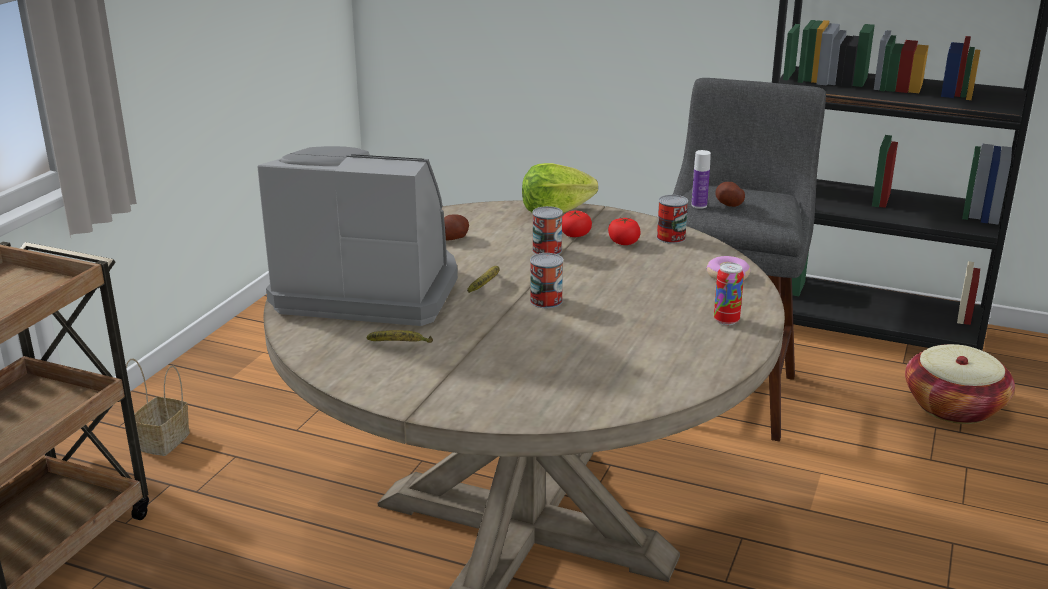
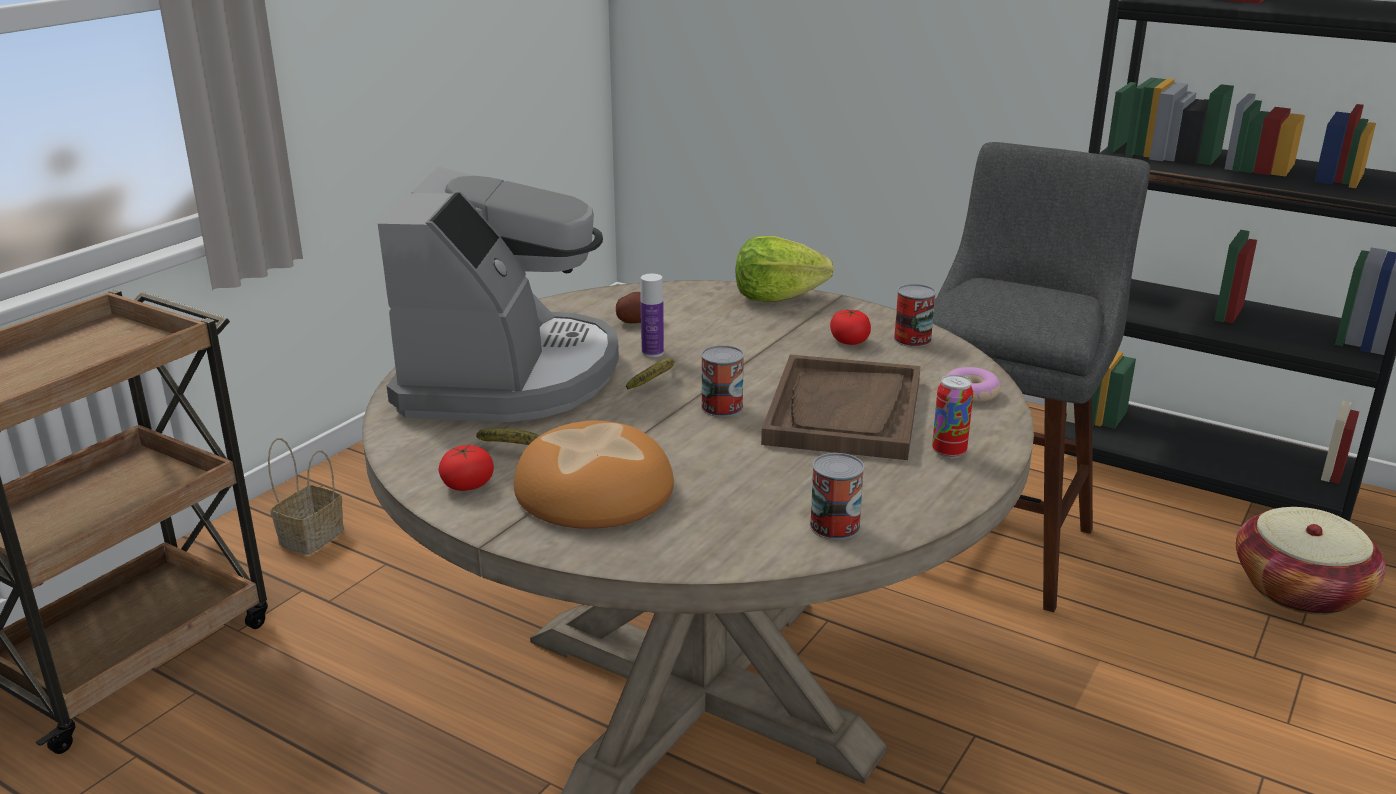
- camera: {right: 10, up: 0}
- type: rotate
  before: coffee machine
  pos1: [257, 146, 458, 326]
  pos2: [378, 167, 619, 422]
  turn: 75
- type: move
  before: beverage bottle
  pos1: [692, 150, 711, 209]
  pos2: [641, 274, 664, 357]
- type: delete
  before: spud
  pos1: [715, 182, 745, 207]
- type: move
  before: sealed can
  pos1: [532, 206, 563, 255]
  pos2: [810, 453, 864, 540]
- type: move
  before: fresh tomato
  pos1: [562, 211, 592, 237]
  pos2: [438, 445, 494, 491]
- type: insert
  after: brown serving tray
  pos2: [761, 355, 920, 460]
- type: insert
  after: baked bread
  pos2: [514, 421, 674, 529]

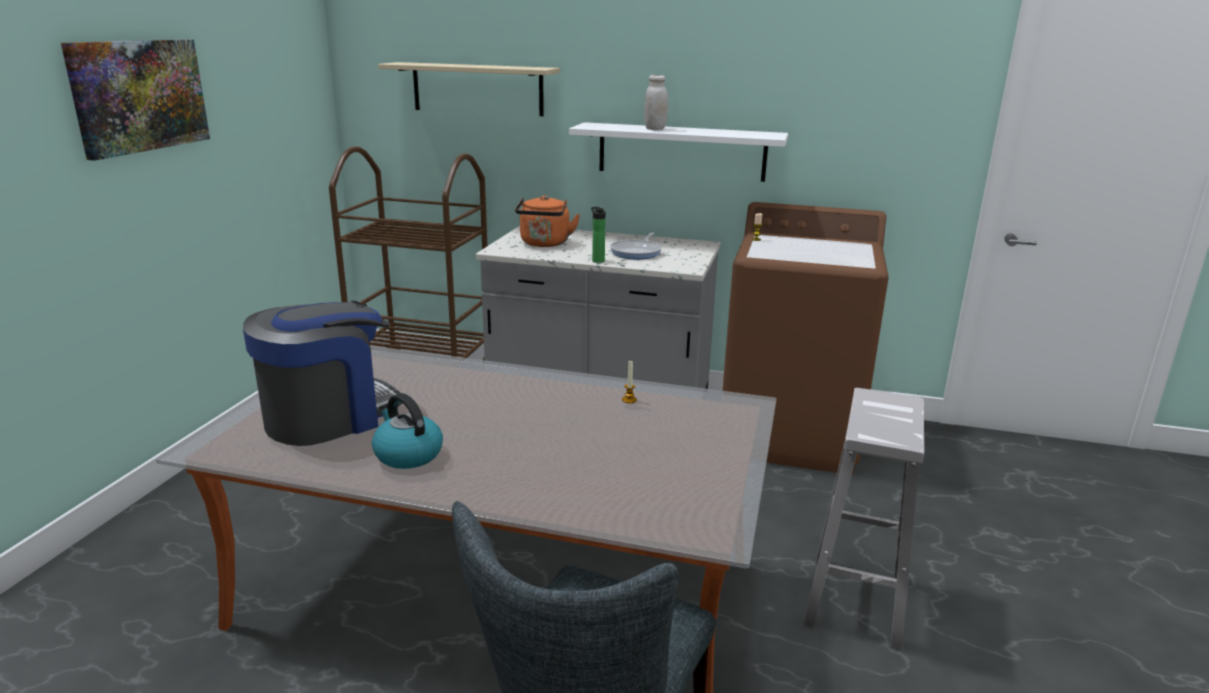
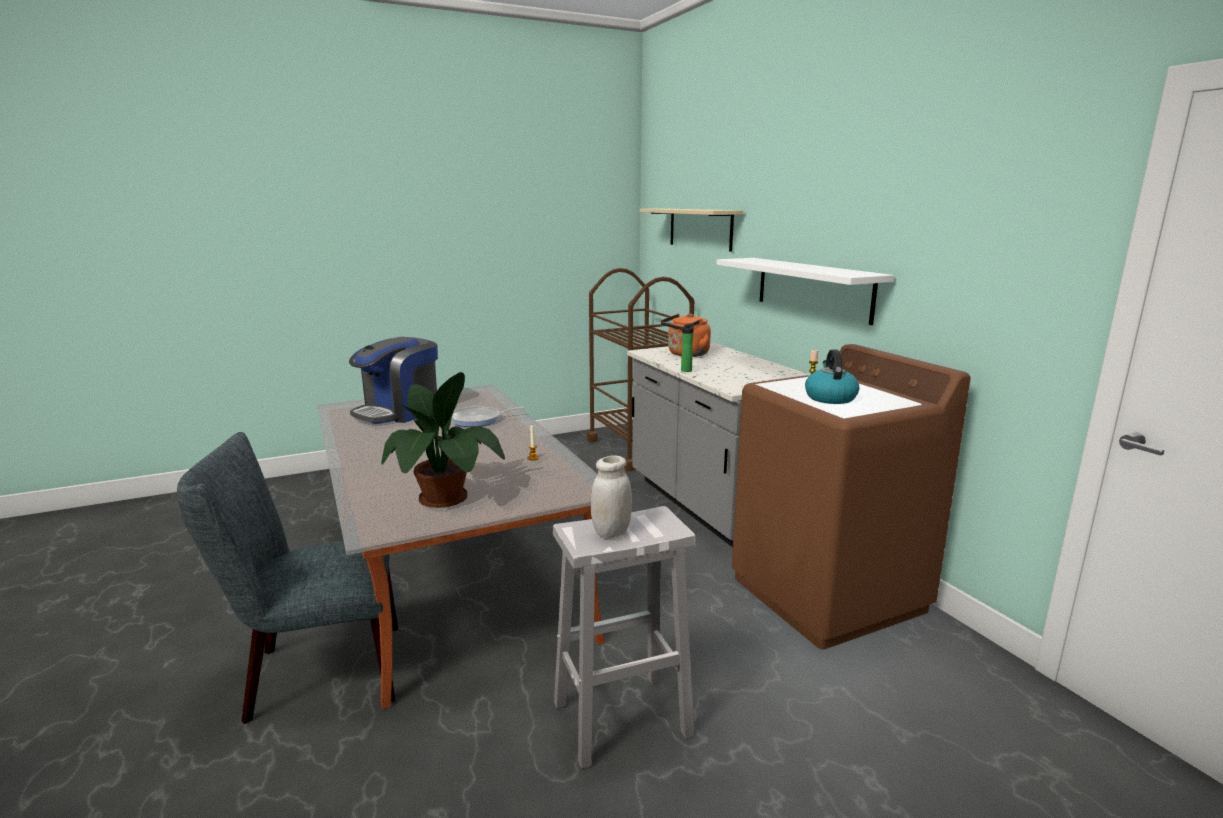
- camera: {right: 50, up: -5}
- type: delete
  before: picture
  pos1: [61, 39, 210, 161]
- type: move
  before: white storage jar
  pos1: [644, 75, 668, 130]
  pos2: [591, 455, 632, 539]
- type: move
  before: pan
  pos1: [610, 232, 662, 259]
  pos2: [451, 406, 525, 427]
- type: rotate
  before: coffee machine
  pos1: [243, 301, 402, 446]
  pos2: [349, 337, 438, 424]
  turn: 120
- type: move
  before: kettle
  pos1: [372, 393, 443, 469]
  pos2: [805, 349, 859, 404]
- type: insert
  after: potted plant
  pos2: [381, 372, 505, 508]

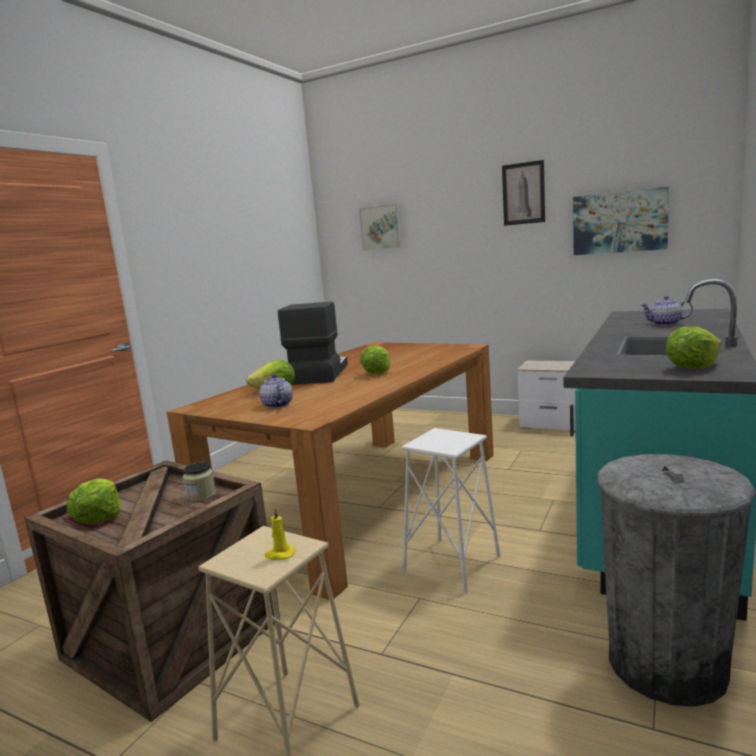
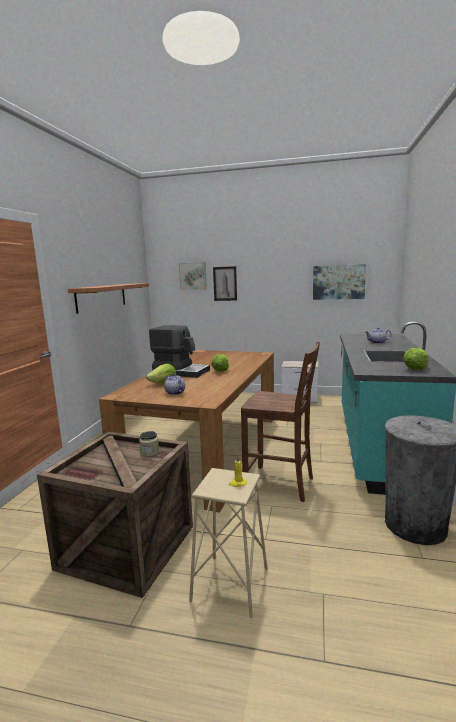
- camera: {right: -15, up: 0}
- type: move
  before: picture
  pos1: [502, 160, 545, 226]
  pos2: [213, 266, 237, 301]
- type: rotate
  before: coffee machine
  pos1: [278, 301, 348, 384]
  pos2: [149, 325, 210, 378]
  turn: 120
- type: replace
  before: white stool seat
  after: brown upright chair
  pos1: [402, 428, 501, 593]
  pos2: [241, 342, 320, 502]
- type: delete
  before: head of lettuce
  pos1: [67, 478, 122, 524]
- type: insert
  after: shelf
  pos2: [68, 283, 149, 314]

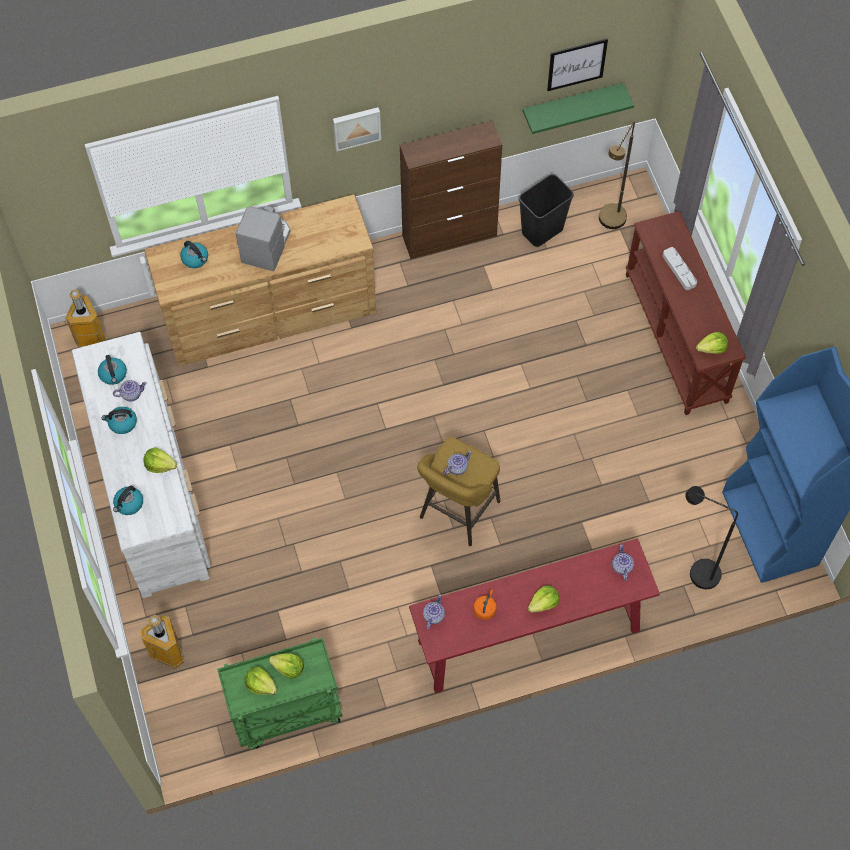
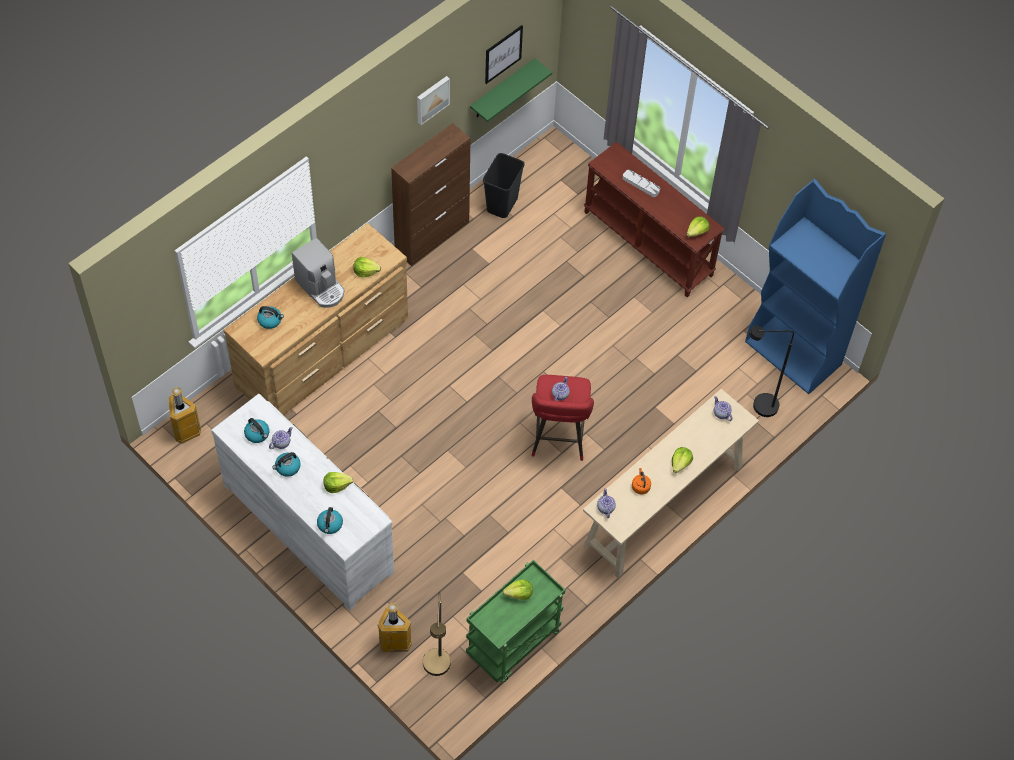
- camera: {right: -30, up: -5}
- type: move
  before: picture
  pos1: [333, 107, 381, 151]
  pos2: [417, 76, 450, 125]
- type: move
  before: brown standard lamp
  pos1: [599, 122, 635, 229]
  pos2: [423, 592, 451, 676]
- type: rotate
  before: coffee machine
  pos1: [236, 206, 291, 271]
  pos2: [292, 237, 344, 308]
  turn: 150
- type: recolor
  before: yellow-coloured stool seat
  after: red-coloured stool seat
  pos1: [417, 437, 500, 546]
  pos2: [531, 375, 594, 461]
- type: recolor
  before: red-coloured hall table
  after: beige-coloured hall table
  pos1: [409, 538, 660, 693]
  pos2: [583, 389, 759, 578]
- type: move
  before: head of lettuce
  pos1: [245, 667, 277, 695]
  pos2: [353, 257, 381, 277]

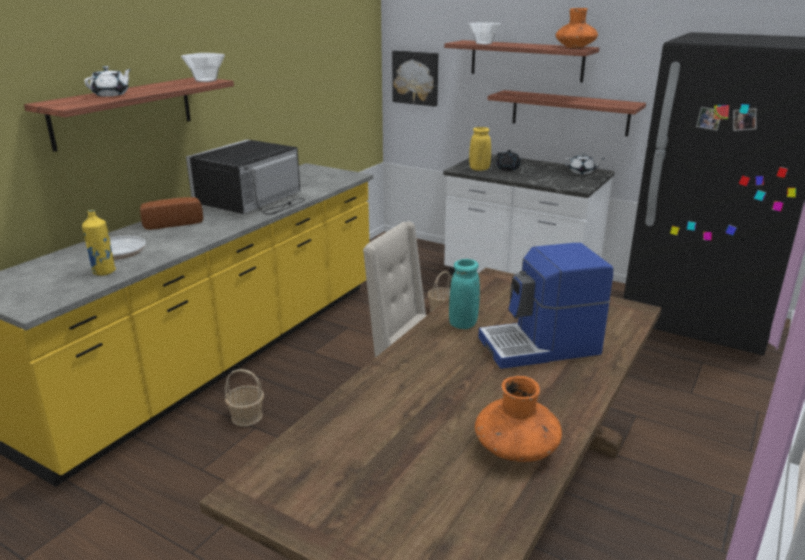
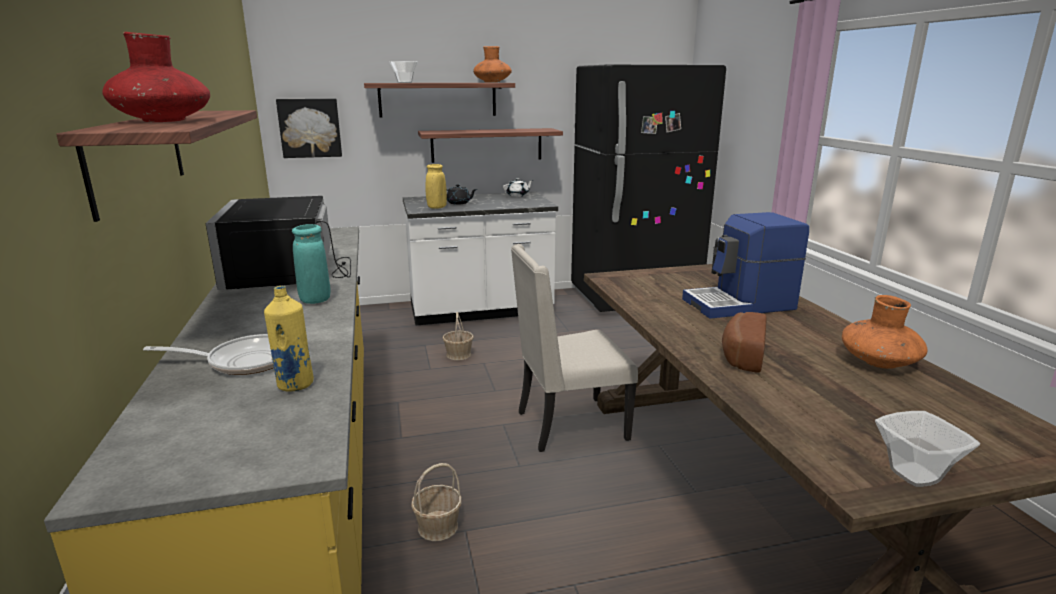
- camera: {right: -45, up: -5}
- type: move
  before: bowl
  pos1: [181, 53, 225, 82]
  pos2: [875, 411, 980, 487]
- type: replace
  before: white teapot
  after: red-coloured decorative vase
  pos1: [84, 66, 131, 97]
  pos2: [102, 32, 210, 122]
- type: move
  before: baked bread
  pos1: [140, 197, 203, 230]
  pos2: [722, 312, 767, 372]
- type: rotate
  before: coffee machine
  pos1: [478, 243, 613, 369]
  pos2: [682, 212, 809, 319]
  turn: 45
- type: move
  before: blue-green decorative vase
  pos1: [449, 259, 480, 329]
  pos2: [292, 224, 330, 304]

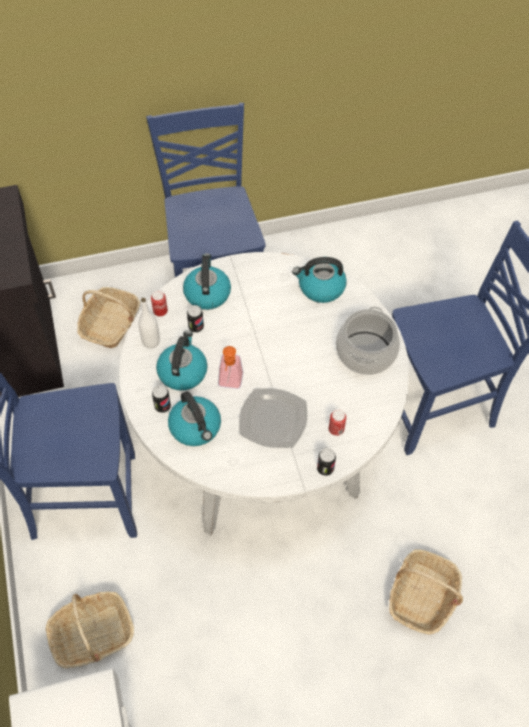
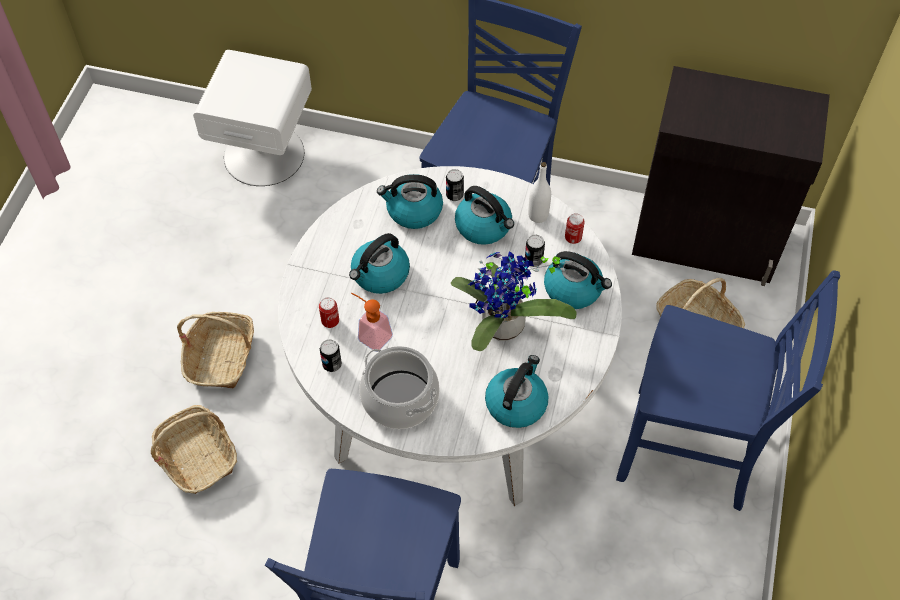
- camera: {right: 120, up: 0}
- type: move
  before: liquid soap bottle
  pos1: [218, 346, 243, 389]
  pos2: [351, 293, 393, 352]
- type: replace
  before: dinner plate
  after: kettle
  pos1: [239, 388, 307, 448]
  pos2: [349, 233, 410, 294]
- type: move
  before: sealed can
  pos1: [317, 448, 336, 476]
  pos2: [320, 339, 342, 372]
- type: move
  before: household basket
  pos1: [46, 592, 134, 668]
  pos2: [177, 312, 254, 389]
- type: insert
  after: potted plant
  pos2: [451, 251, 577, 351]

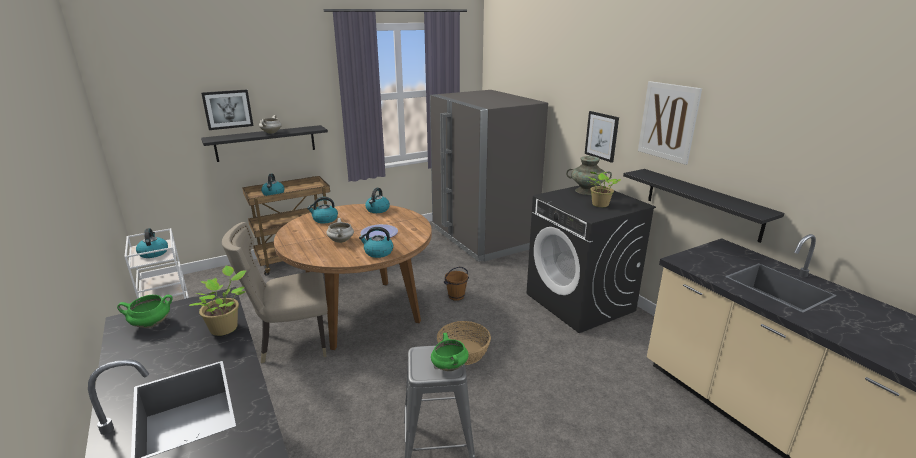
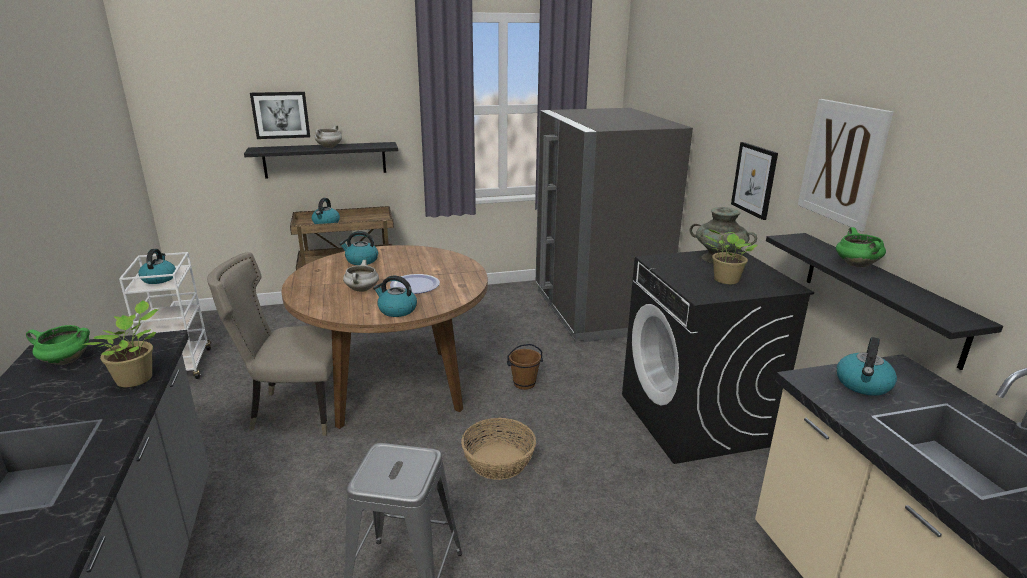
- camera: {right: 15, up: 0}
- type: move
  before: kettle
  pos1: [365, 188, 390, 213]
  pos2: [837, 337, 897, 396]
- type: move
  before: greenish cooking pot
  pos1: [431, 333, 469, 371]
  pos2: [836, 227, 886, 267]

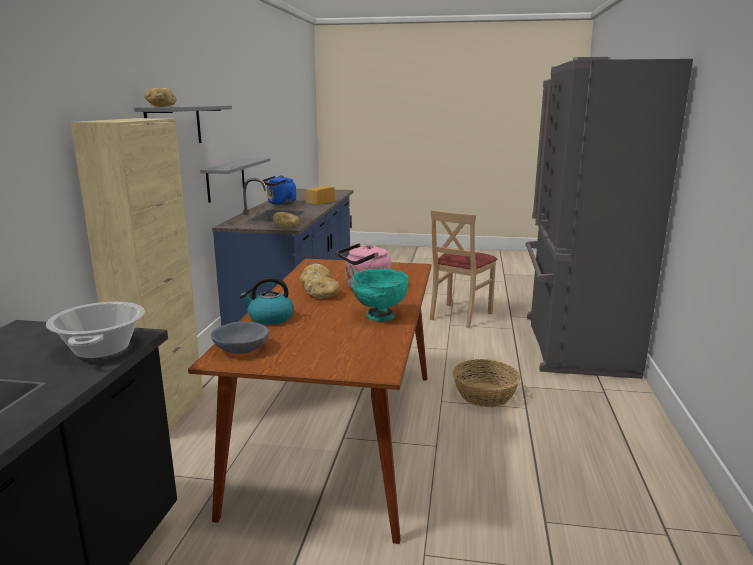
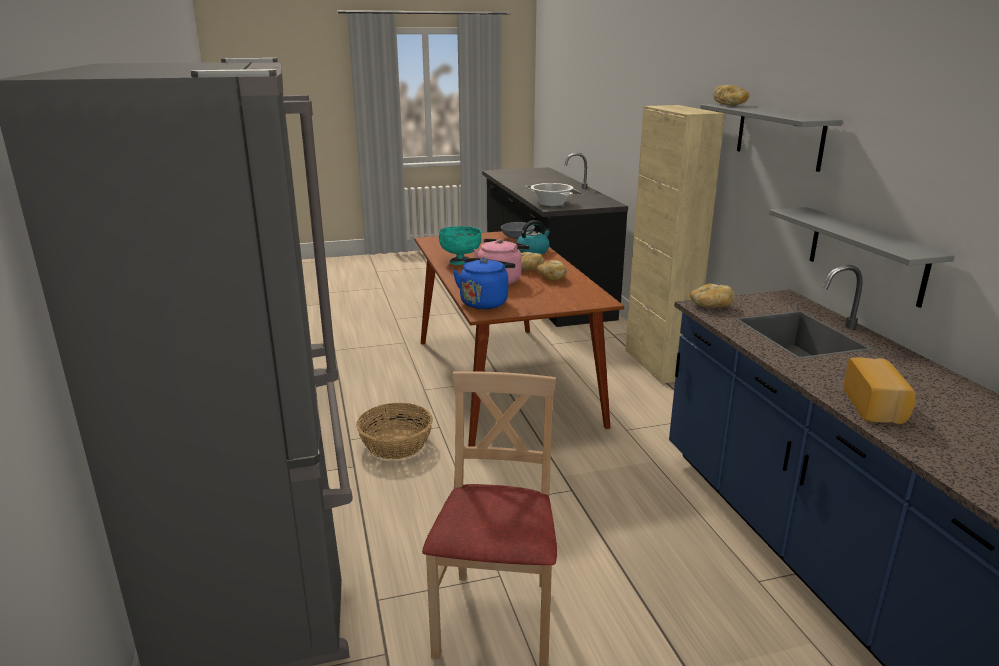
- camera: {right: 155, up: 5}
- type: move
  before: blue kettle
  pos1: [263, 175, 296, 205]
  pos2: [453, 258, 515, 309]

